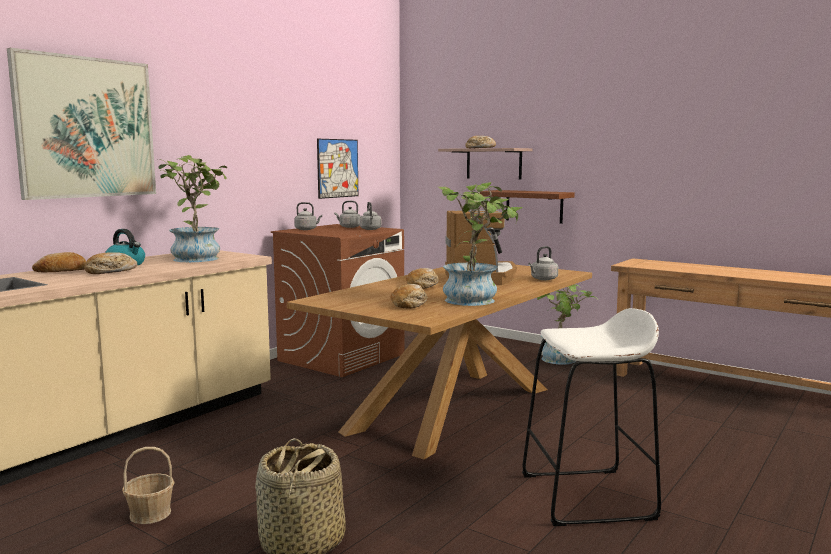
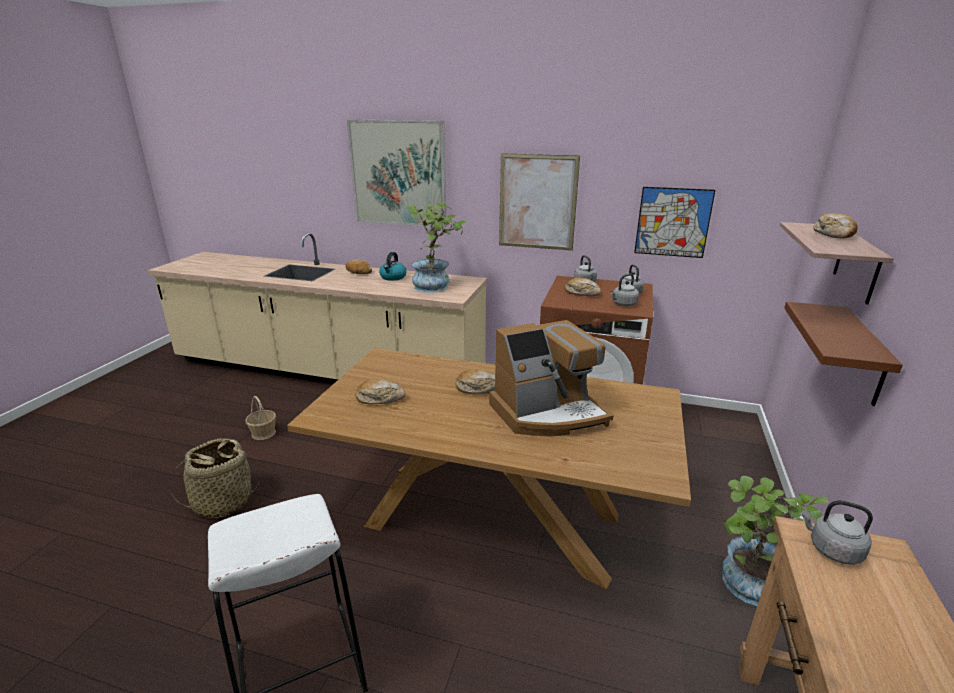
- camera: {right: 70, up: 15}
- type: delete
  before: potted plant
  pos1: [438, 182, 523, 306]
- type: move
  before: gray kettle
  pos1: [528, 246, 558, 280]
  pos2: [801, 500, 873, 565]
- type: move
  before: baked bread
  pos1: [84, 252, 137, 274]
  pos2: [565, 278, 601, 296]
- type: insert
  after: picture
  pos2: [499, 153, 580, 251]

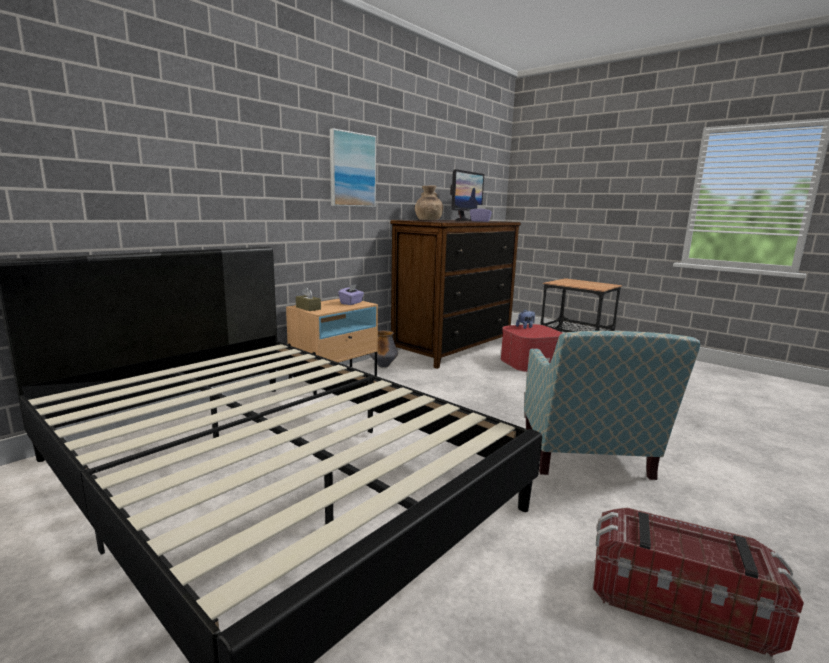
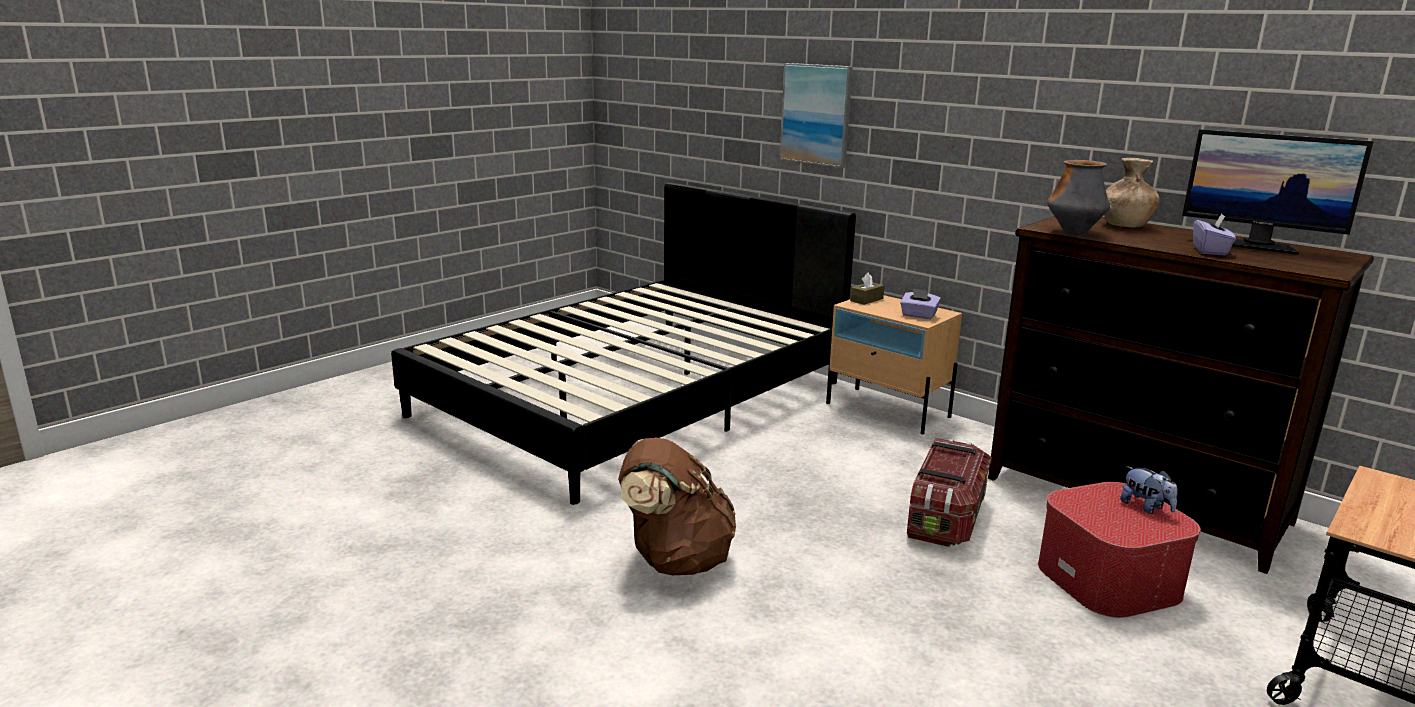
- camera: {right: 90, up: 5}
- type: move
  before: picture
  pos1: [330, 128, 376, 207]
  pos2: [780, 63, 853, 168]
- type: move
  before: decorative vase
  pos1: [369, 330, 398, 368]
  pos2: [1047, 160, 1110, 234]
- type: replace
  before: easy chair
  after: brown knapsack
  pos1: [524, 331, 700, 480]
  pos2: [618, 437, 736, 575]
- type: move
  before: storage bin
  pos1: [593, 508, 804, 657]
  pos2: [907, 438, 992, 547]

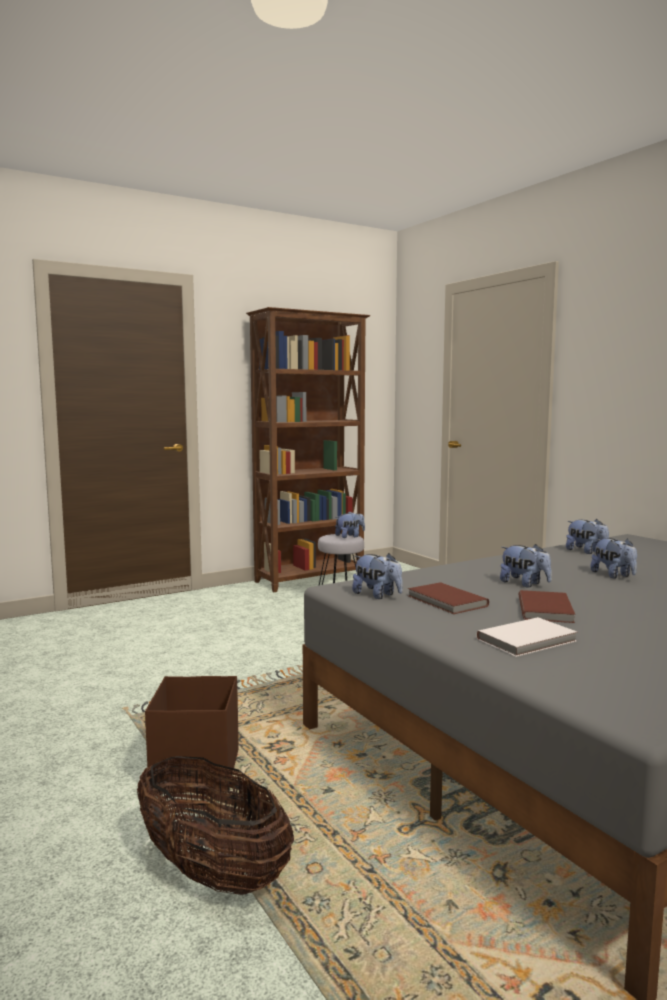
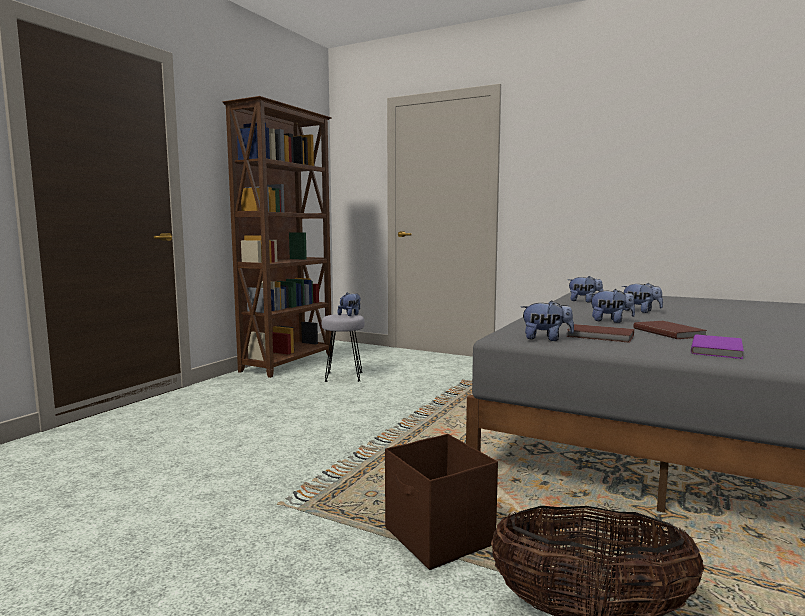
- camera: {right: -30, up: 0}
- type: recolor
  before: white book
  after: purplish book
  pos1: [477, 617, 577, 657]
  pos2: [691, 334, 744, 359]

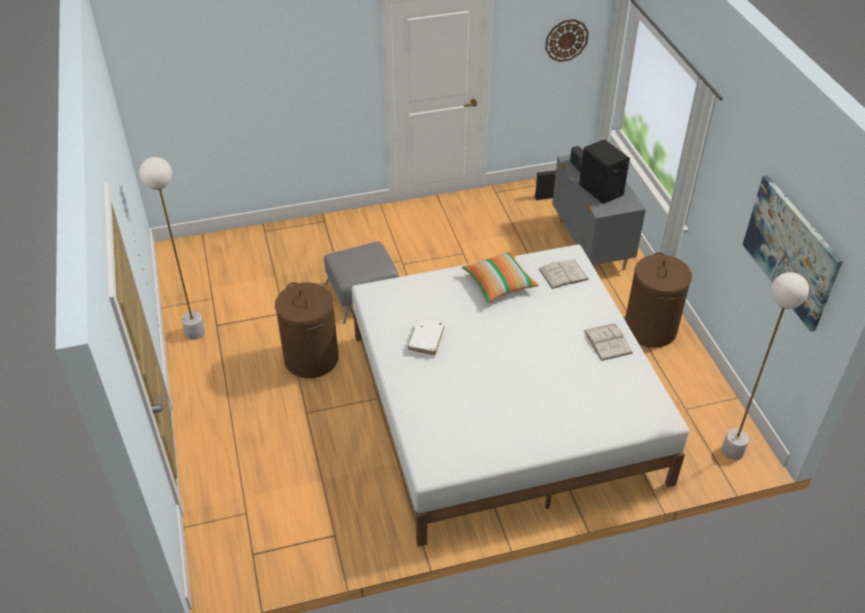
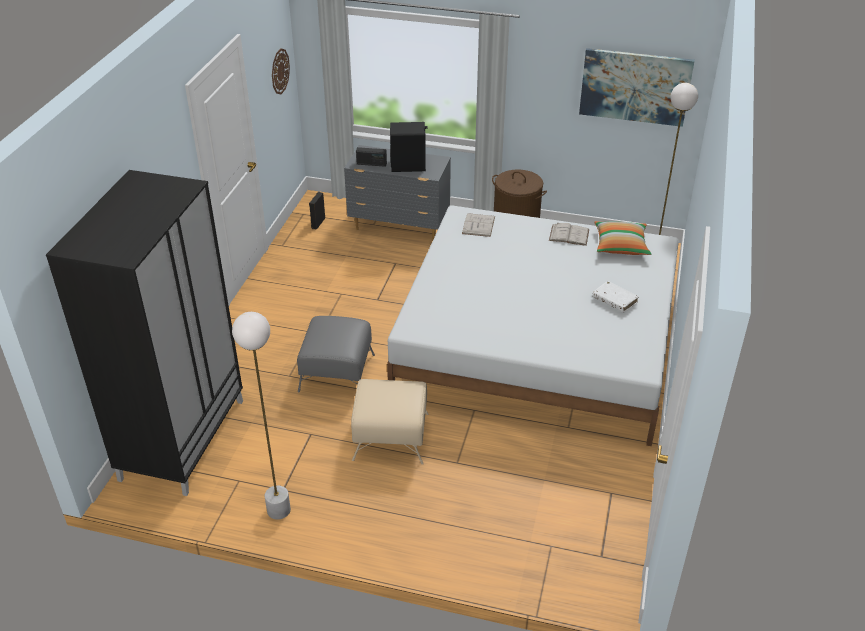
- camera: {right: -60, up: -5}
- type: move
  before: pillow
  pos1: [462, 251, 539, 303]
  pos2: [594, 221, 652, 255]
- type: replace
  before: brown hamper
  after: beige-coloured footrest
  pos1: [275, 282, 338, 378]
  pos2: [351, 379, 428, 464]
- type: move
  before: white book
  pos1: [408, 319, 444, 356]
  pos2: [593, 281, 638, 312]
- type: insert
  after: blackish clothes cupboard
  pos2: [46, 170, 243, 496]

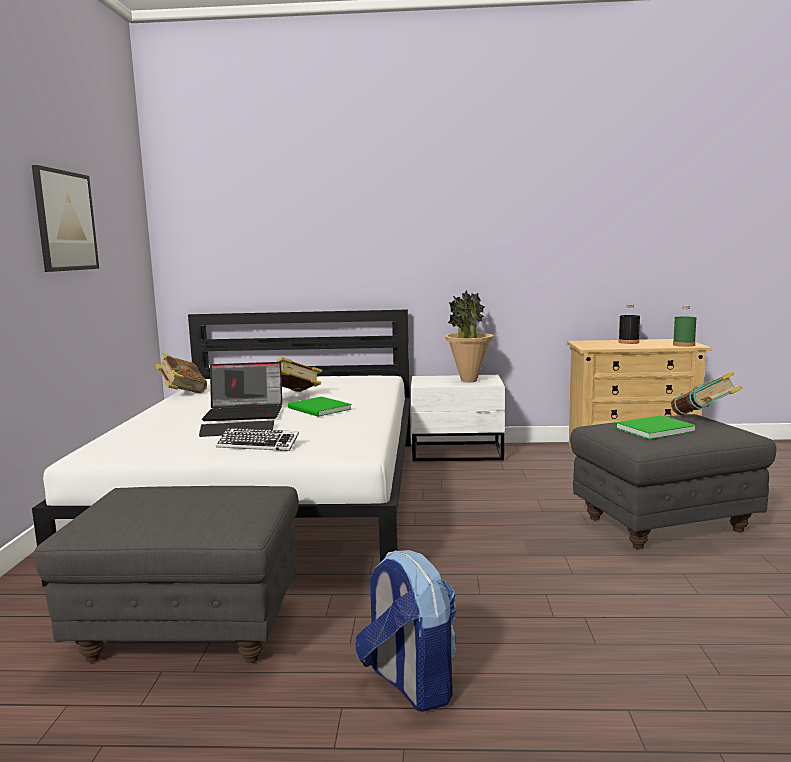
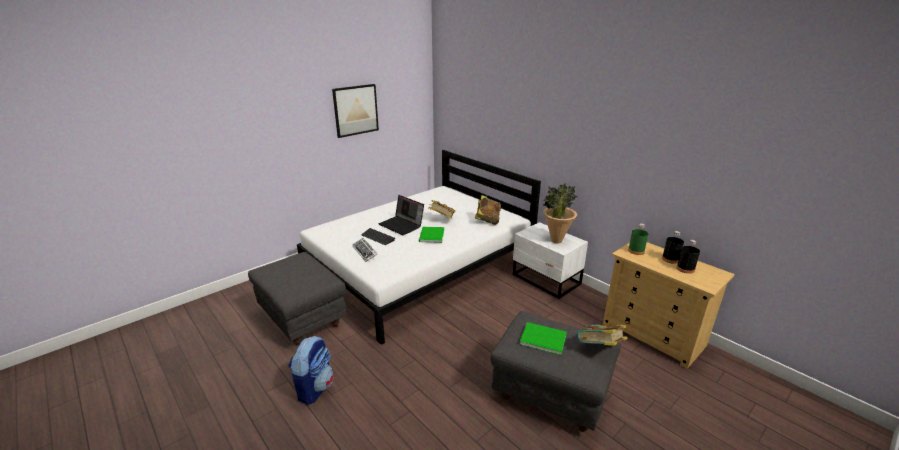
- camera: {right: 45, up: 15}
- type: move
  before: greenish beverage bottle
  pos1: [673, 305, 696, 347]
  pos2: [628, 223, 648, 255]
- type: move
  before: book
  pos1: [156, 353, 207, 394]
  pos2: [475, 195, 501, 225]
- type: insert
  after: blackish beverage bottle
  pos2: [677, 240, 700, 274]

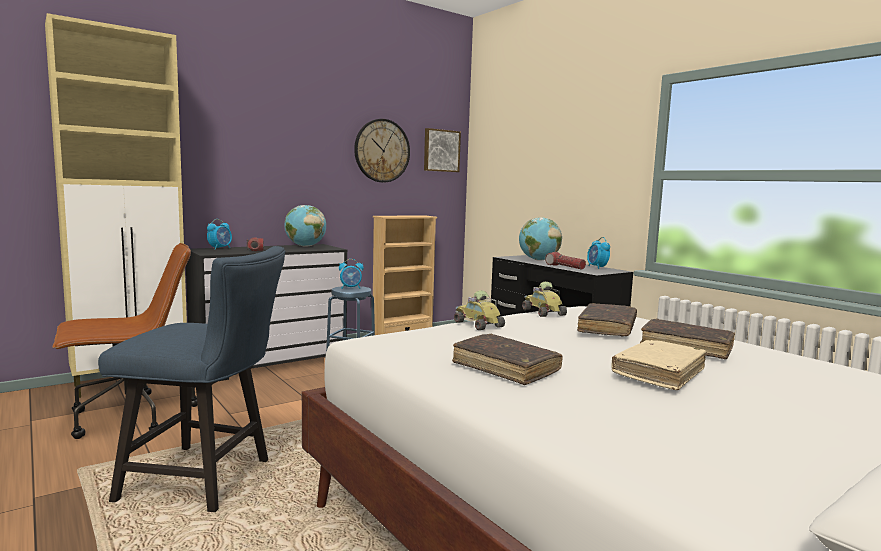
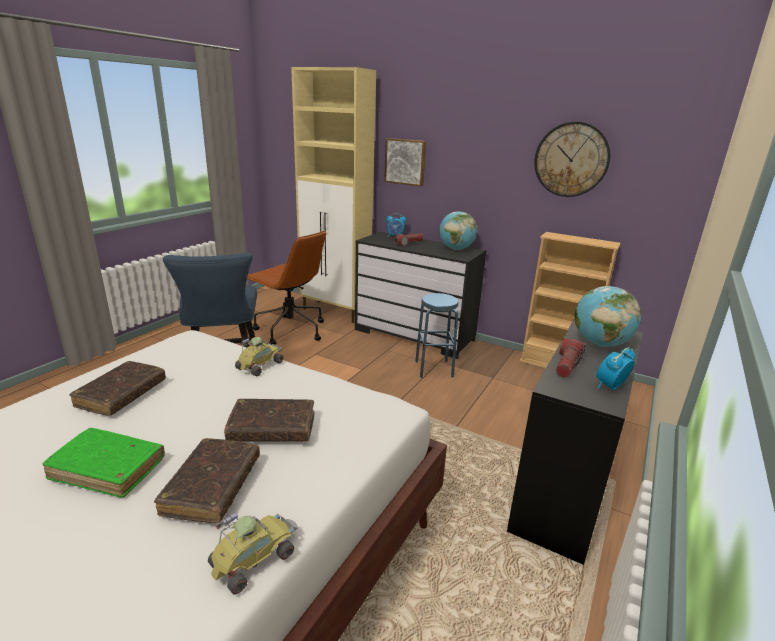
- camera: {right: 65, up: 15}
- type: move
  before: picture
  pos1: [424, 128, 461, 172]
  pos2: [384, 138, 426, 186]
- type: delete
  before: alarm clock
  pos1: [339, 259, 364, 289]
- type: move
  before: toy car
  pos1: [522, 282, 567, 317]
  pos2: [208, 513, 298, 594]
- type: recolor
  before: beige-coloured book
  after: greenish book
  pos1: [612, 340, 706, 390]
  pos2: [42, 428, 165, 498]

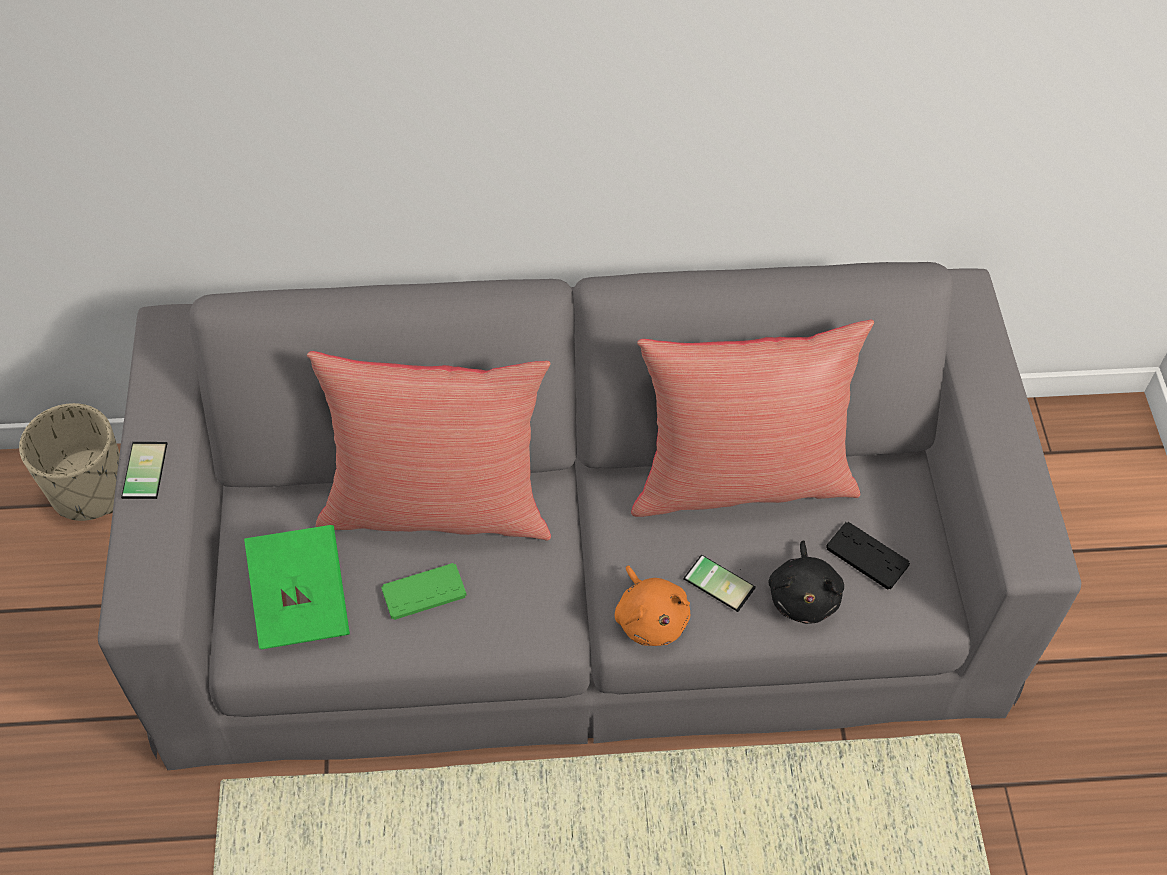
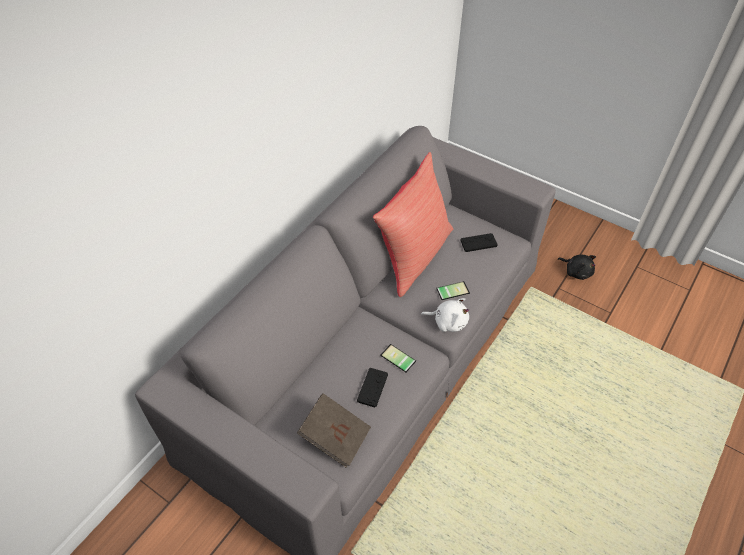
- camera: {right: -50, up: -5}
- type: delete
  before: red-coloured pillow
  pos1: [307, 351, 551, 541]
- type: delete
  before: beige-coloured planter
  pos1: [19, 403, 120, 521]
- type: move
  before: telephone
  pos1: [121, 442, 168, 499]
  pos2: [380, 344, 416, 372]
- type: recolor
  before: greenish book
  after: brown book
  pos1: [244, 525, 350, 650]
  pos2: [297, 393, 371, 468]
- type: move
  before: blackish plush toy
  pos1: [768, 541, 844, 624]
  pos2: [558, 255, 596, 280]
- type: recolor
  before: greenish game controller
  after: blackish game controller
  pos1: [381, 563, 467, 620]
  pos2: [357, 368, 388, 407]
- type: recolor
  before: orange-coloured plush toy
  after: white plush toy
  pos1: [615, 565, 690, 646]
  pos2: [421, 298, 469, 332]

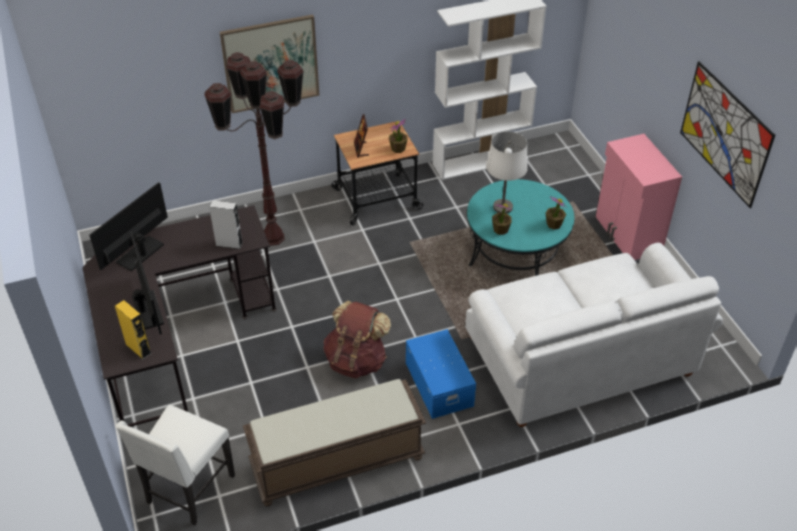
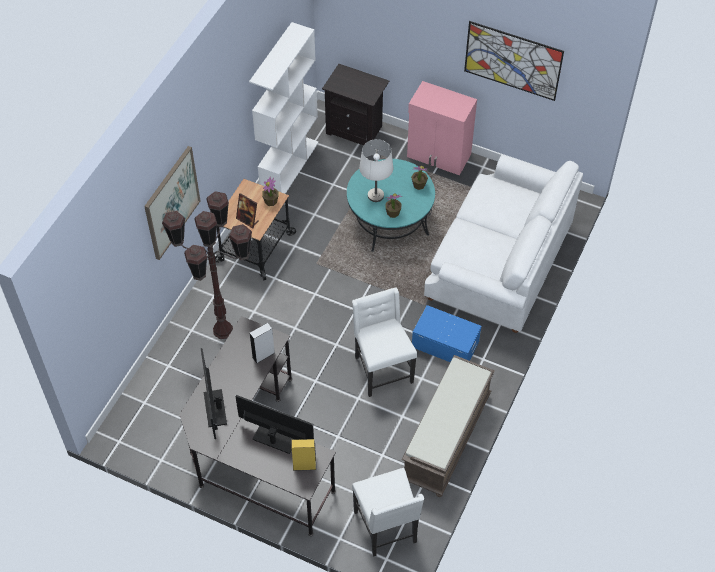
- camera: {right: -45, up: 10}
- type: replace
  before: brown knapsack
  after: white upright chair
  pos1: [323, 301, 391, 378]
  pos2: [352, 287, 417, 397]
- type: insert
  after: blackish nightstand
  pos2: [322, 64, 389, 145]

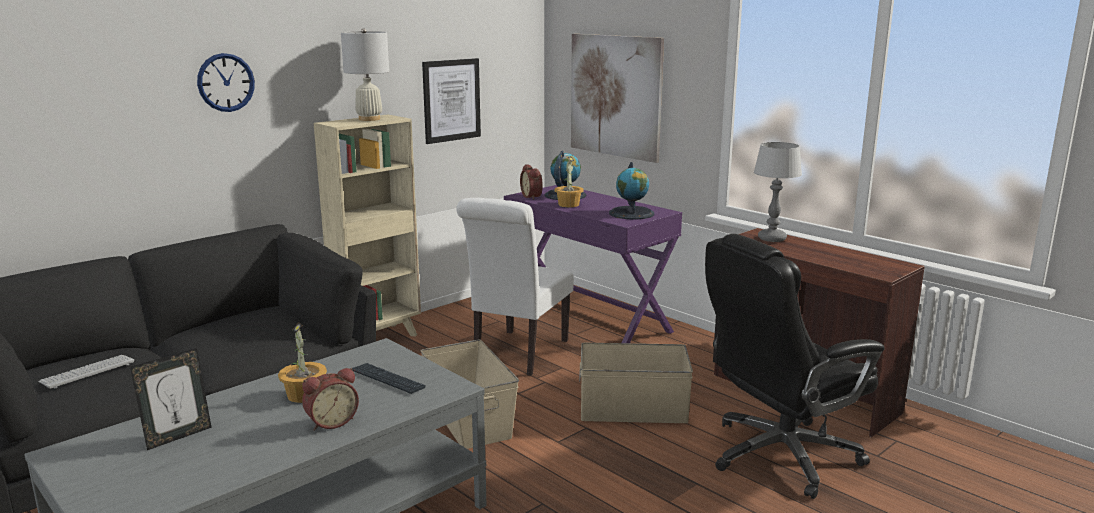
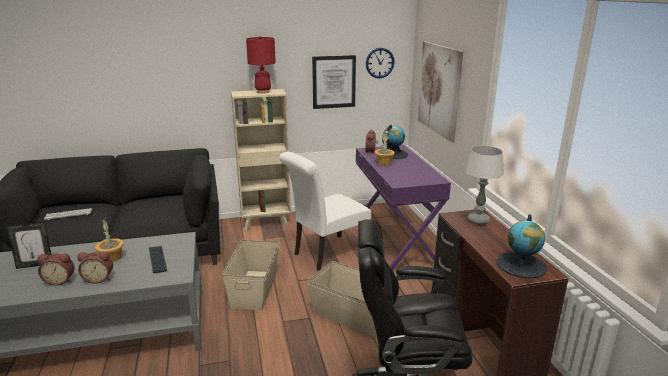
- camera: {right: 30, up: 5}
- type: recolor
  before: white table lamp
  after: red-coloured table lamp
  pos1: [341, 28, 389, 121]
  pos2: [246, 36, 276, 94]
- type: move
  before: clock on the wall
  pos1: [197, 53, 255, 112]
  pos2: [366, 48, 395, 78]
- type: move
  before: world globe
  pos1: [609, 162, 654, 220]
  pos2: [497, 214, 547, 279]
- type: insert
  after: alarm clock
  pos2: [37, 253, 75, 286]

